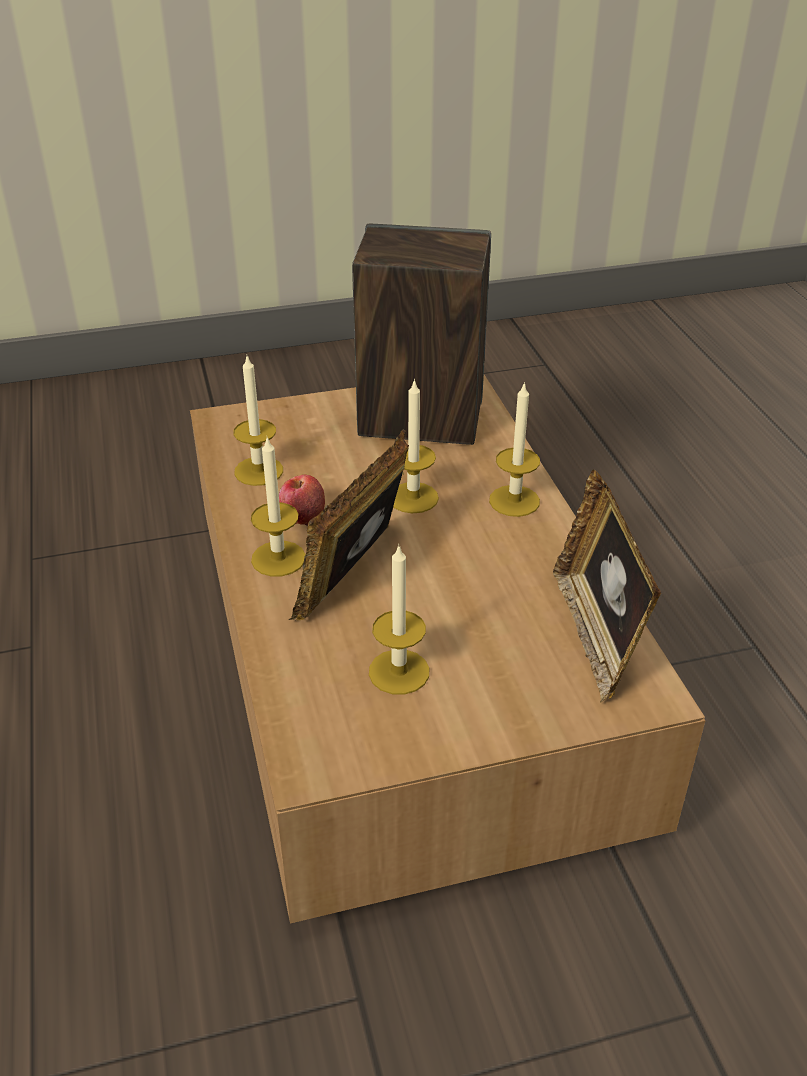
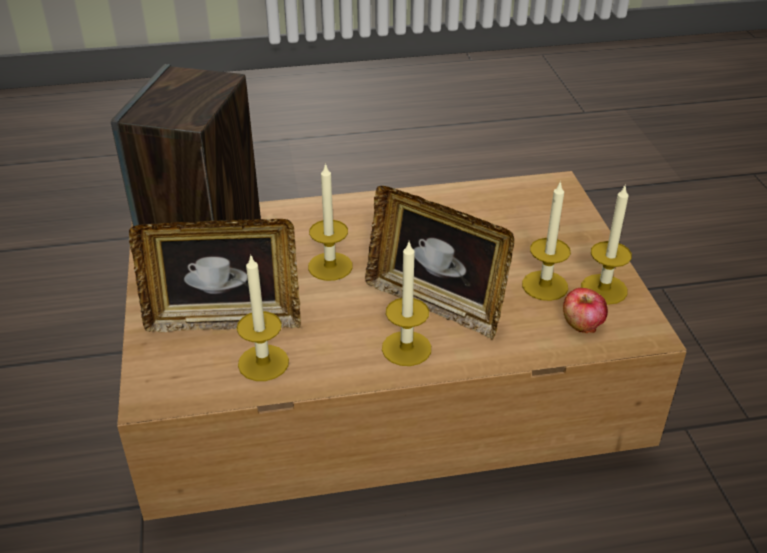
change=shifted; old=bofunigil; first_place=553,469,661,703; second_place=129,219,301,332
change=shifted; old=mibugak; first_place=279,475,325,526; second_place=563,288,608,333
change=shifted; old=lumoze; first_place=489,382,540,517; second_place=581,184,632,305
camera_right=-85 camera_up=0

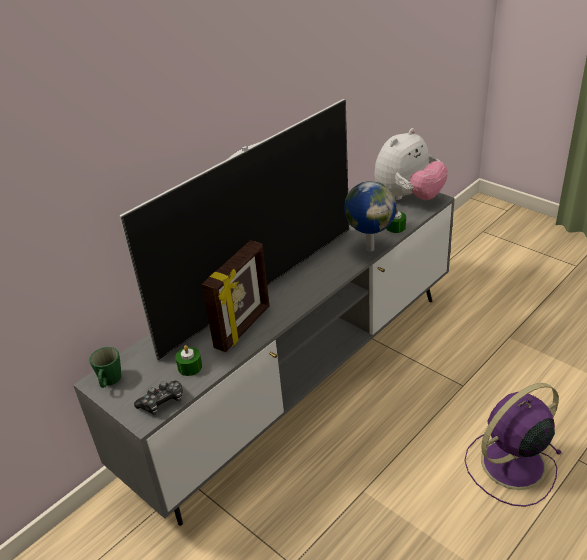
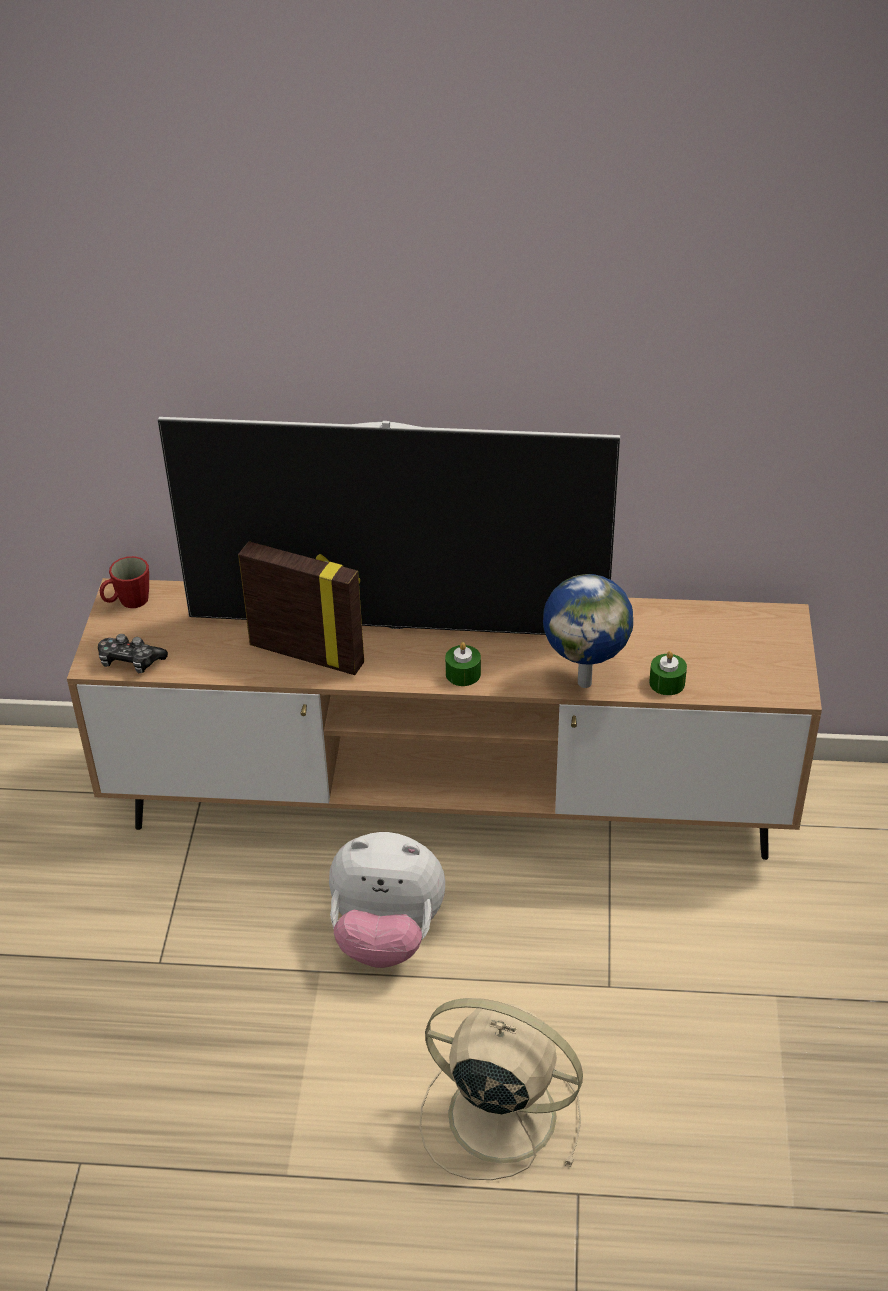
change=repainted; old=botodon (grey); new=botodon (brown); first_place=73,193,455,526; second_place=67,578,822,860
change=repainted; old=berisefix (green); new=berisefix (red); first_place=89,347,121,388; second_place=100,556,149,608
change=rotated; old=bofunigil; first_place=202,240,270,352; second_place=238,542,364,675; degrees=-150
change=shifted; old=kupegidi; first_place=374,128,448,200; second_place=329,832,445,968
change=repainted; old=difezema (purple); new=difezema (beige); first_place=464,383,563,507; second_place=419,998,583,1180
change=shifted; old=lumoze (green); first_place=175,345,202,376; second_place=445,642,481,686
camera_right=50 camera_up=5

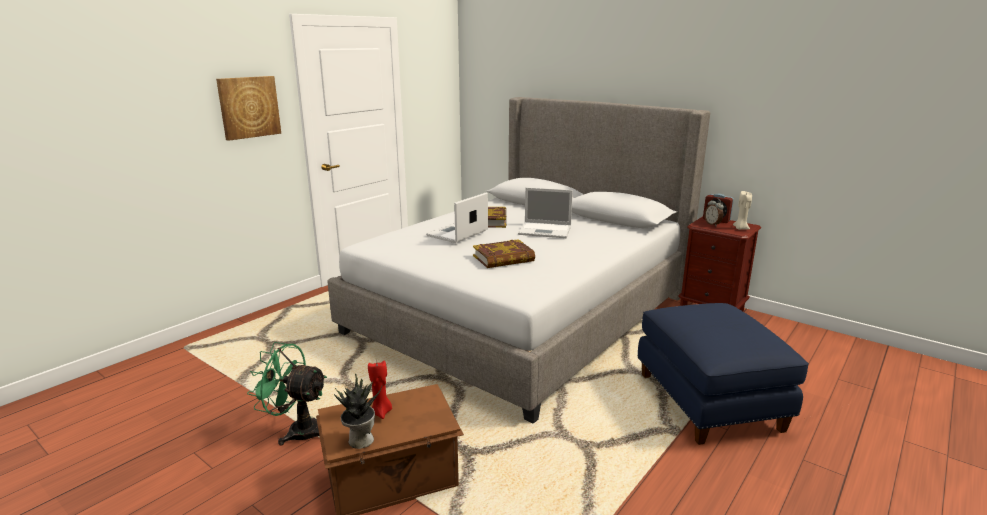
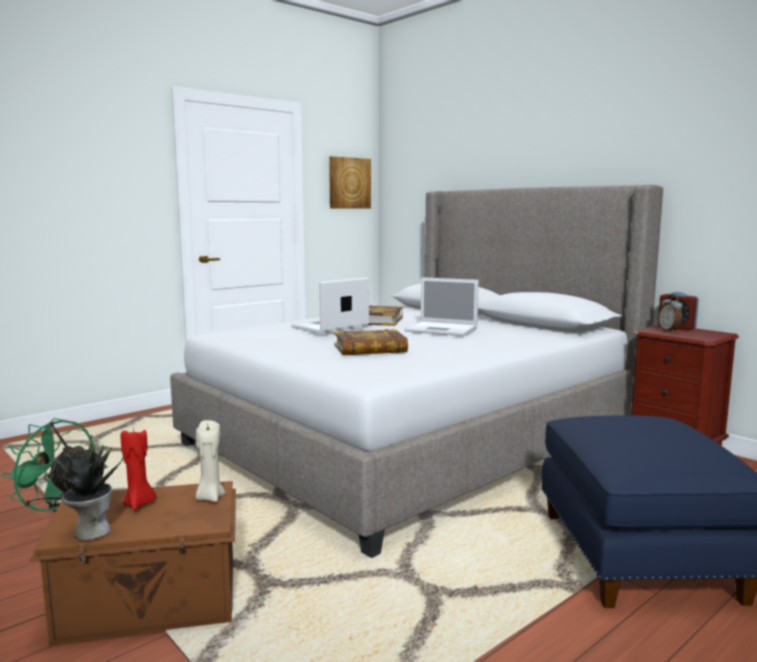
change=shifted; old=lumoze (beige); first_place=733,191,752,230; second_place=196,420,225,502
change=shifted; old=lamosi; first_place=216,76,281,141; second_place=329,156,371,208
camera_right=10 camera_up=-10

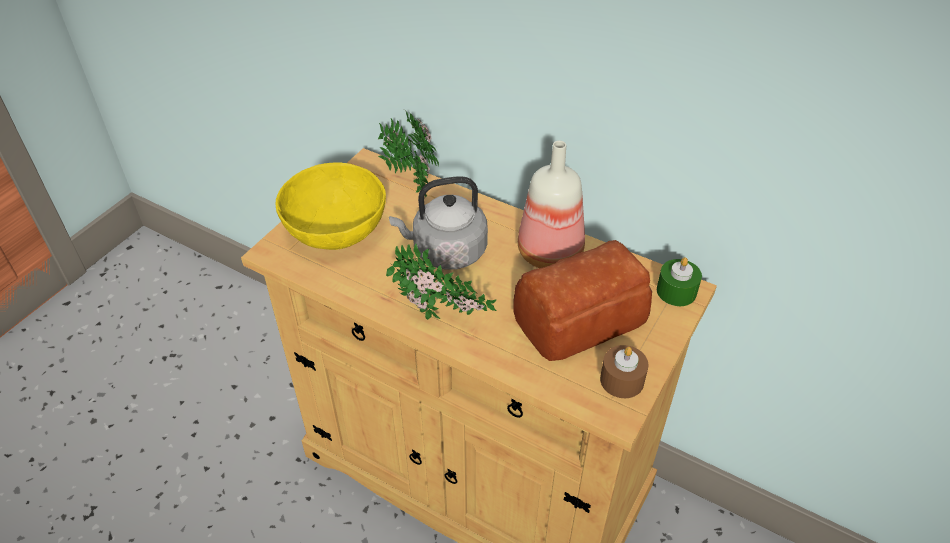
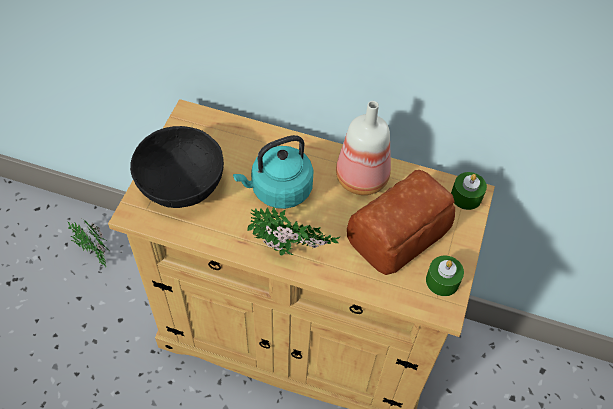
change=shifted; old=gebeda; first_place=378,110,439,197; second_place=67,218,110,267
change=repainted; old=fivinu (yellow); new=fivinu (black); first_place=275,162,386,250; second_place=130,126,224,208
change=repainted; old=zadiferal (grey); new=zadiferal (turquoise); first_place=389,176,488,270; second_place=233,135,314,209
change=repainted; old=lumoze (brown); new=lumoze (green); first_place=600,345,649,398; second_place=426,256,464,296
camera_right=-15 camera_up=10

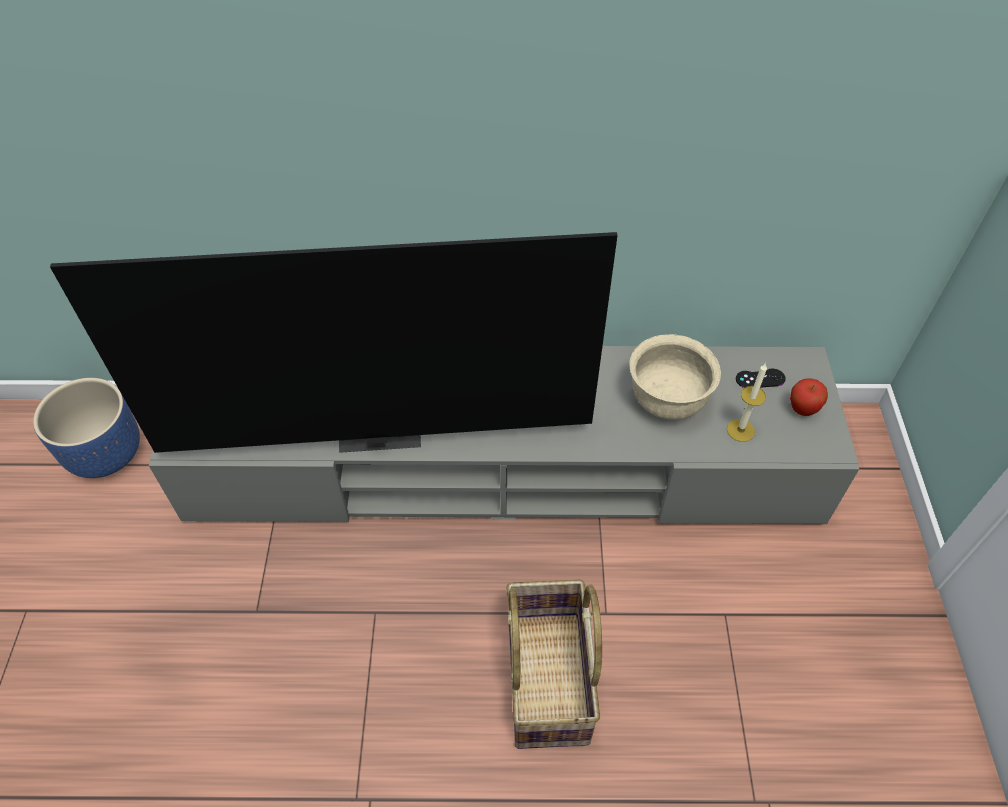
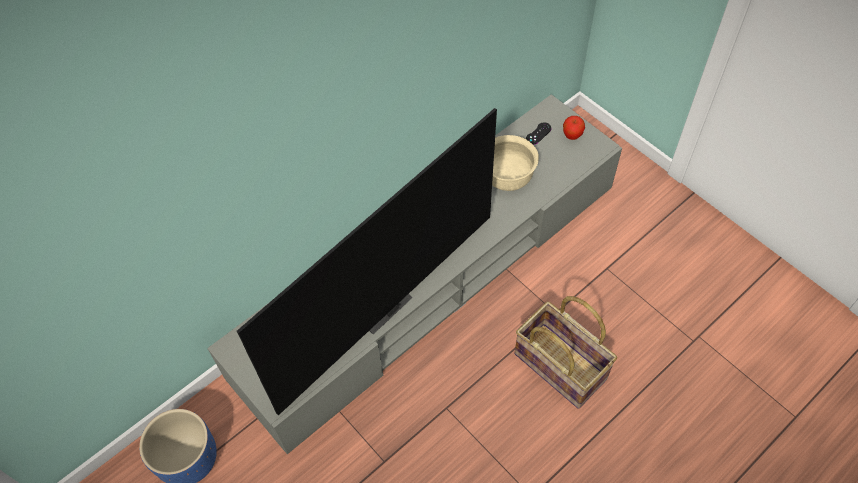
change=gone; old=lumoze; first_place=727,363,767,442
camera_right=-40 camera_up=5

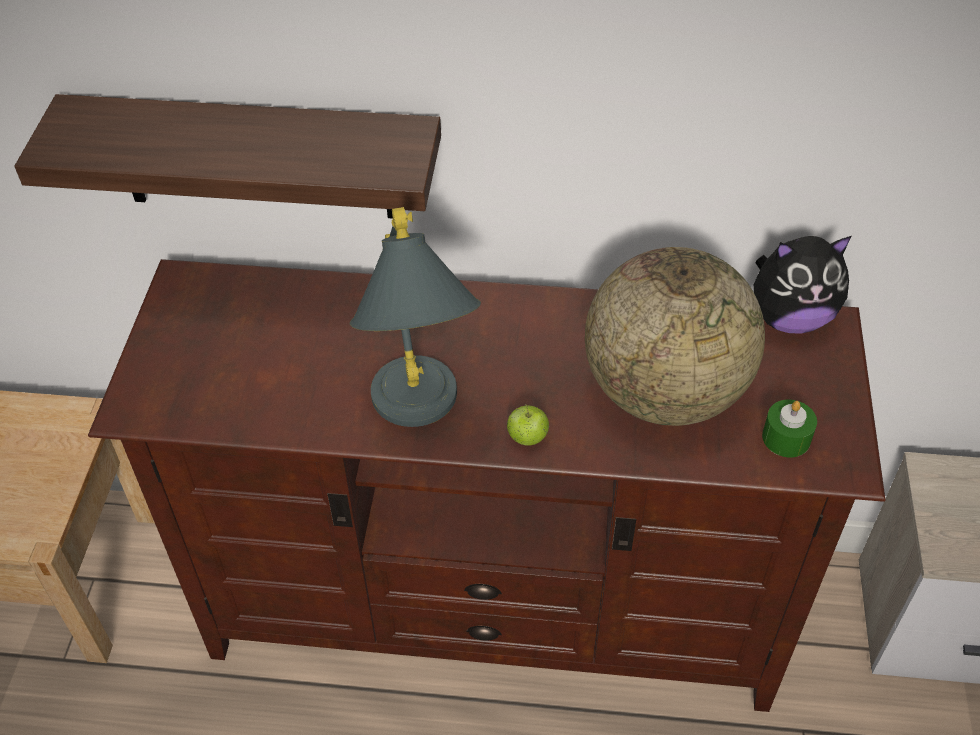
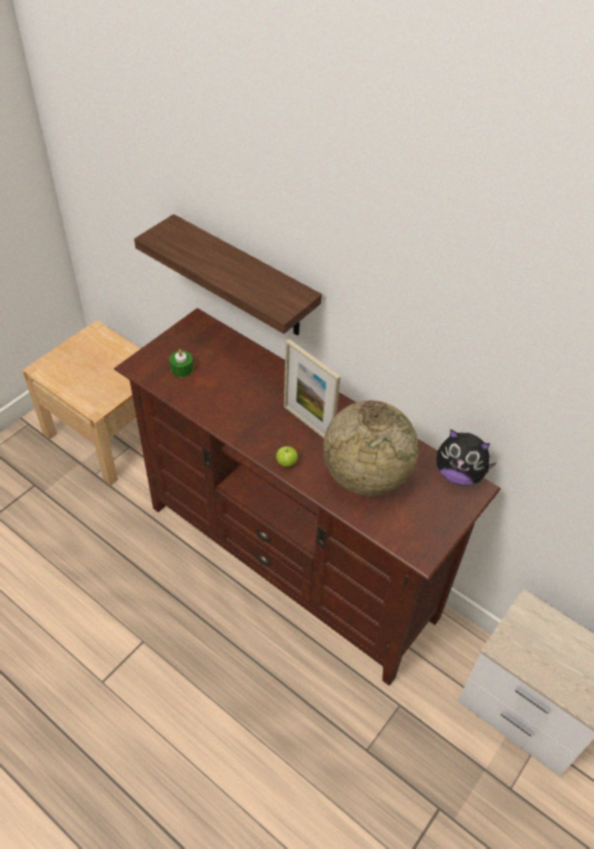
change=shifted; old=lumoze (green); first_place=762,400,817,457; second_place=169,349,193,377
change=new; new=bofunigil; second_place=284,339,341,438
change=gone; old=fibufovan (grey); first_place=350,207,481,427
camera_right=30 camera_up=0

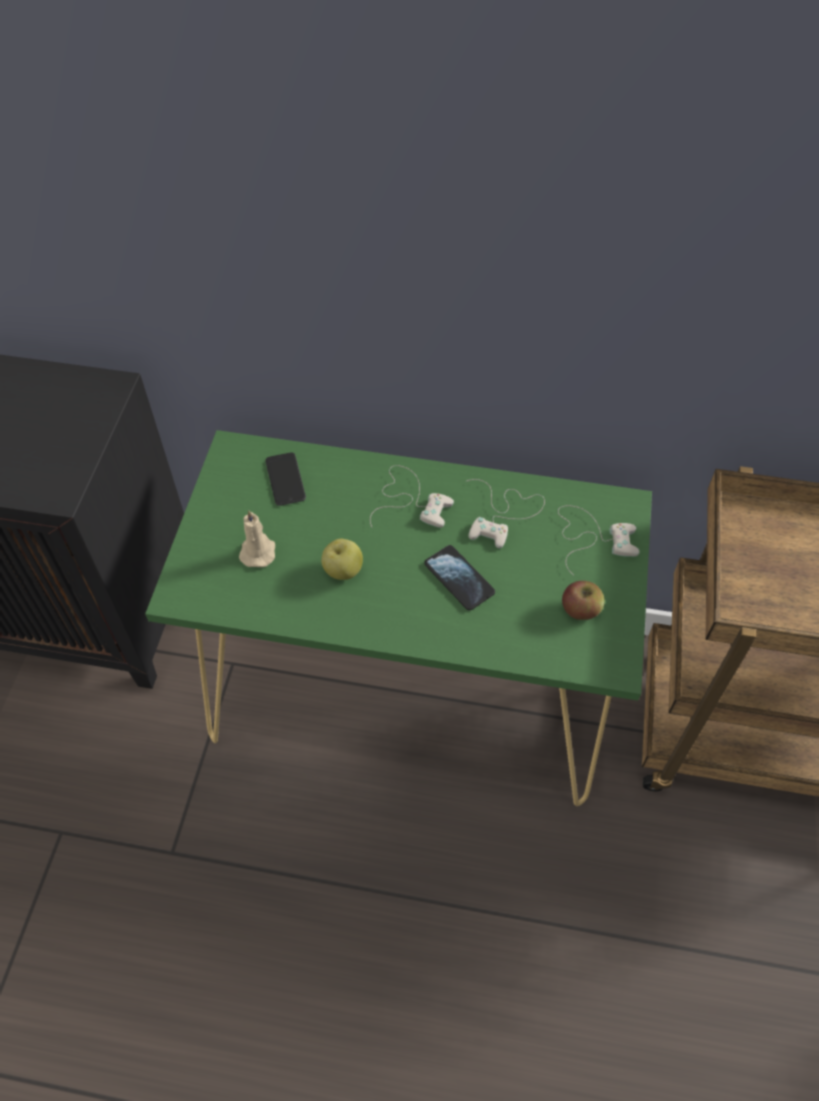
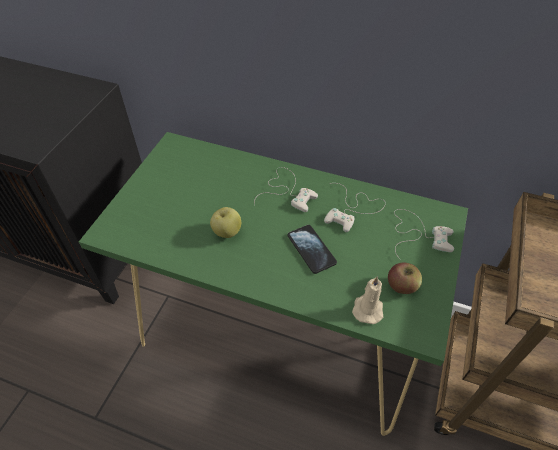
change=shifted; old=lumoze (beige); first_place=239,510,275,567; second_place=352,276,383,324
change=gone; old=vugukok; first_place=266,453,306,506
camera_right=10 camera_up=-5

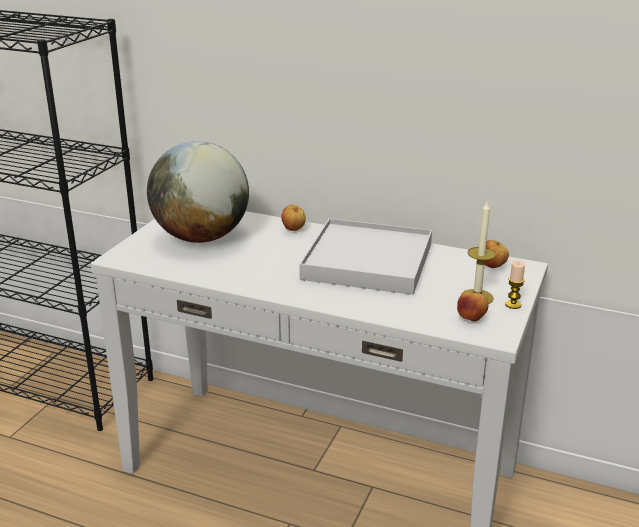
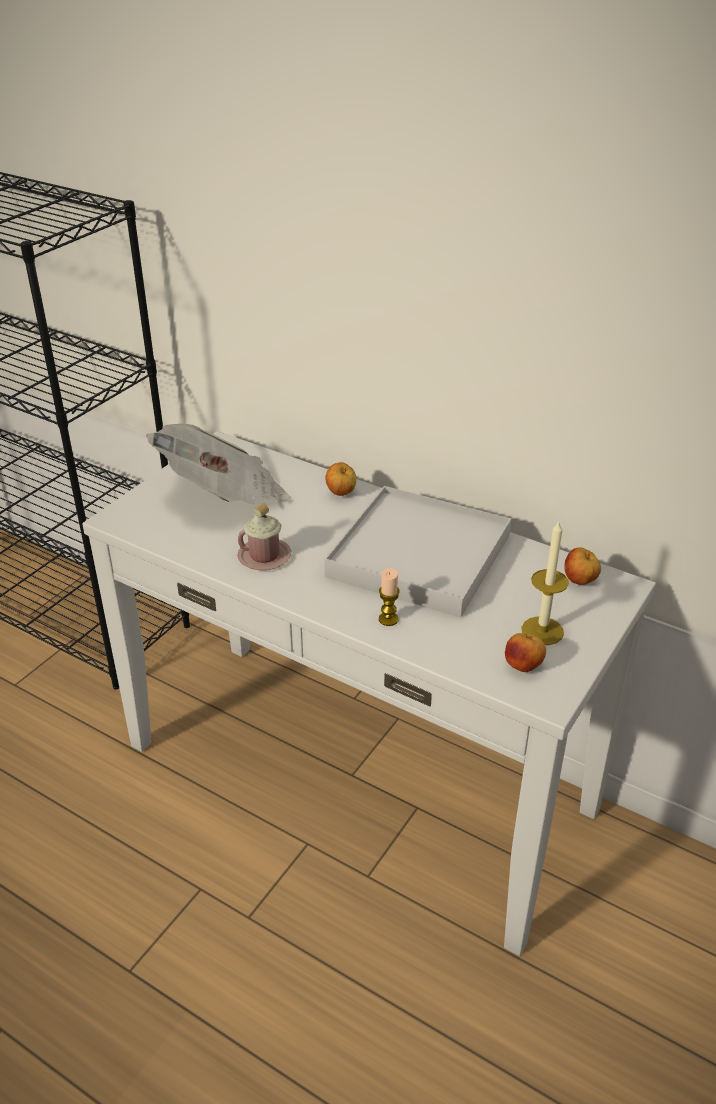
change=swapped; old=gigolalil; new=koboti; first_place=147,141,249,243; second_place=146,424,291,504
change=new; new=berisefix (pink); second_place=238,503,291,570
change=shifted; old=lumoze; first_place=505,260,525,309; second_place=379,568,400,626
camera_right=10 camera_up=10

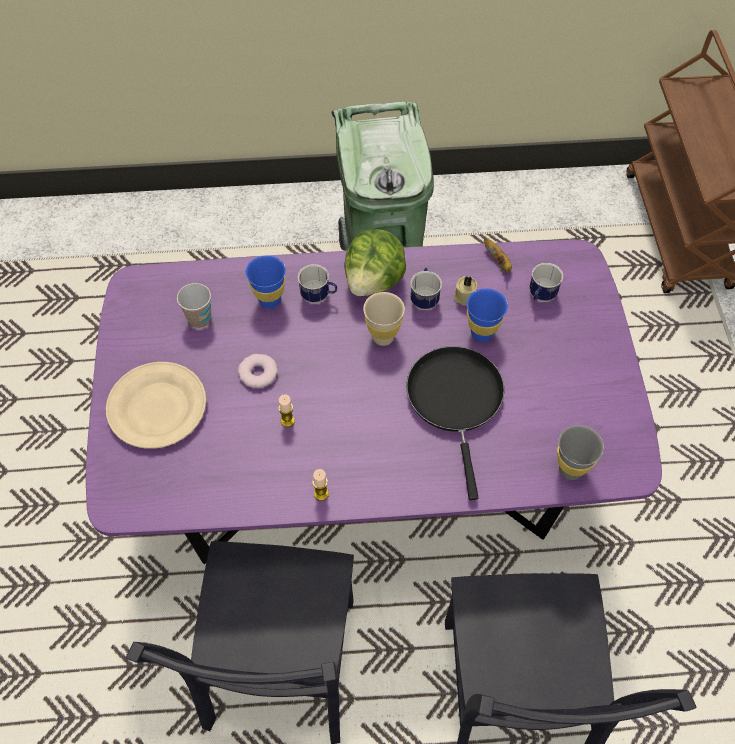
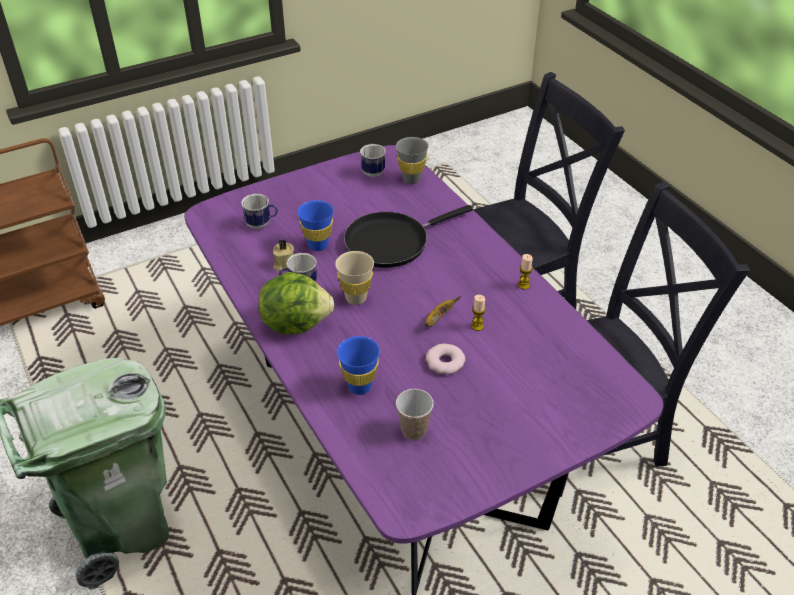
change=shifted; old=berisefix; first_place=298,264,337,304; second_place=360,143,386,177
change=shifted; old=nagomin; first_place=484,238,512,273; second_place=425,296,461,327
change=gone; old=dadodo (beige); first_place=106,362,207,449
camera_right=-115 camera_up=-15

